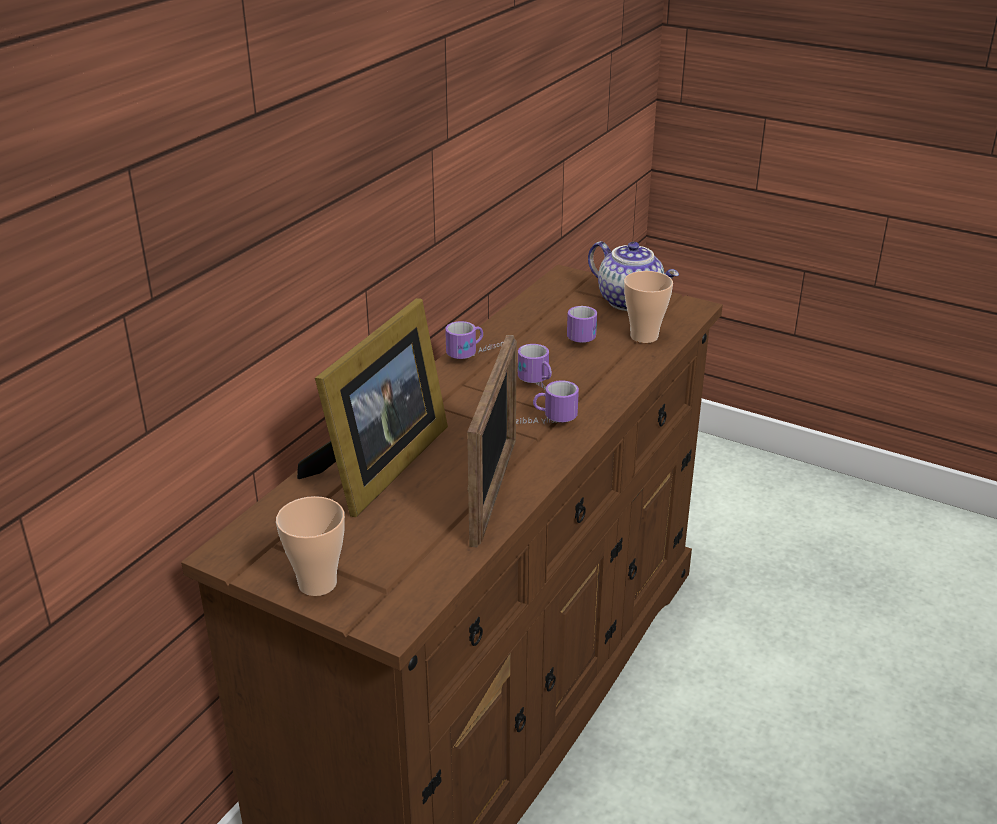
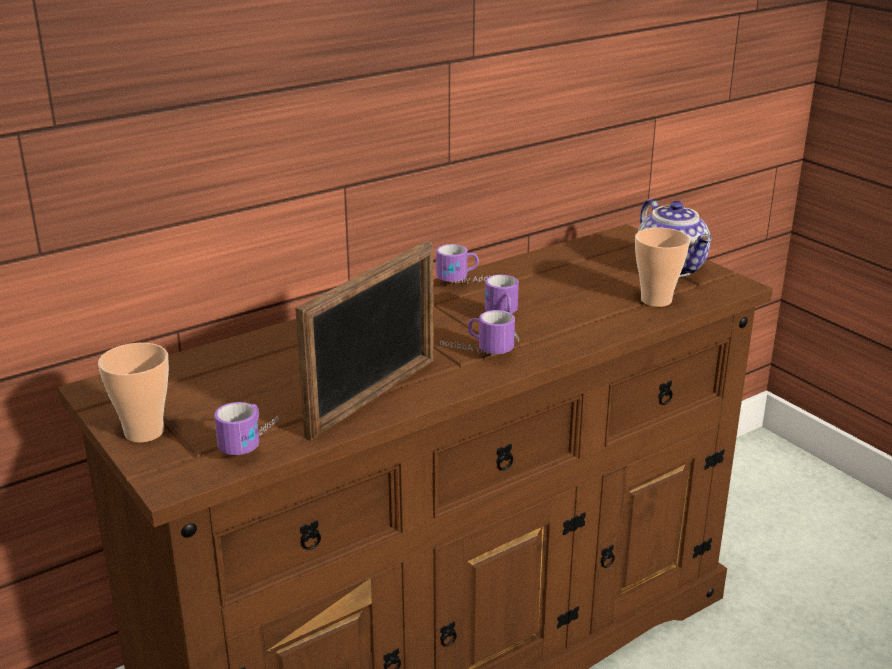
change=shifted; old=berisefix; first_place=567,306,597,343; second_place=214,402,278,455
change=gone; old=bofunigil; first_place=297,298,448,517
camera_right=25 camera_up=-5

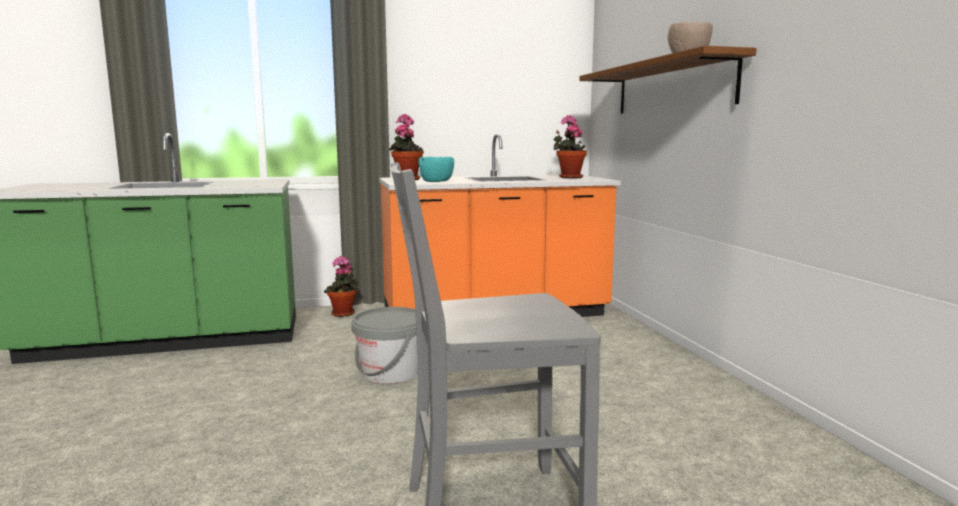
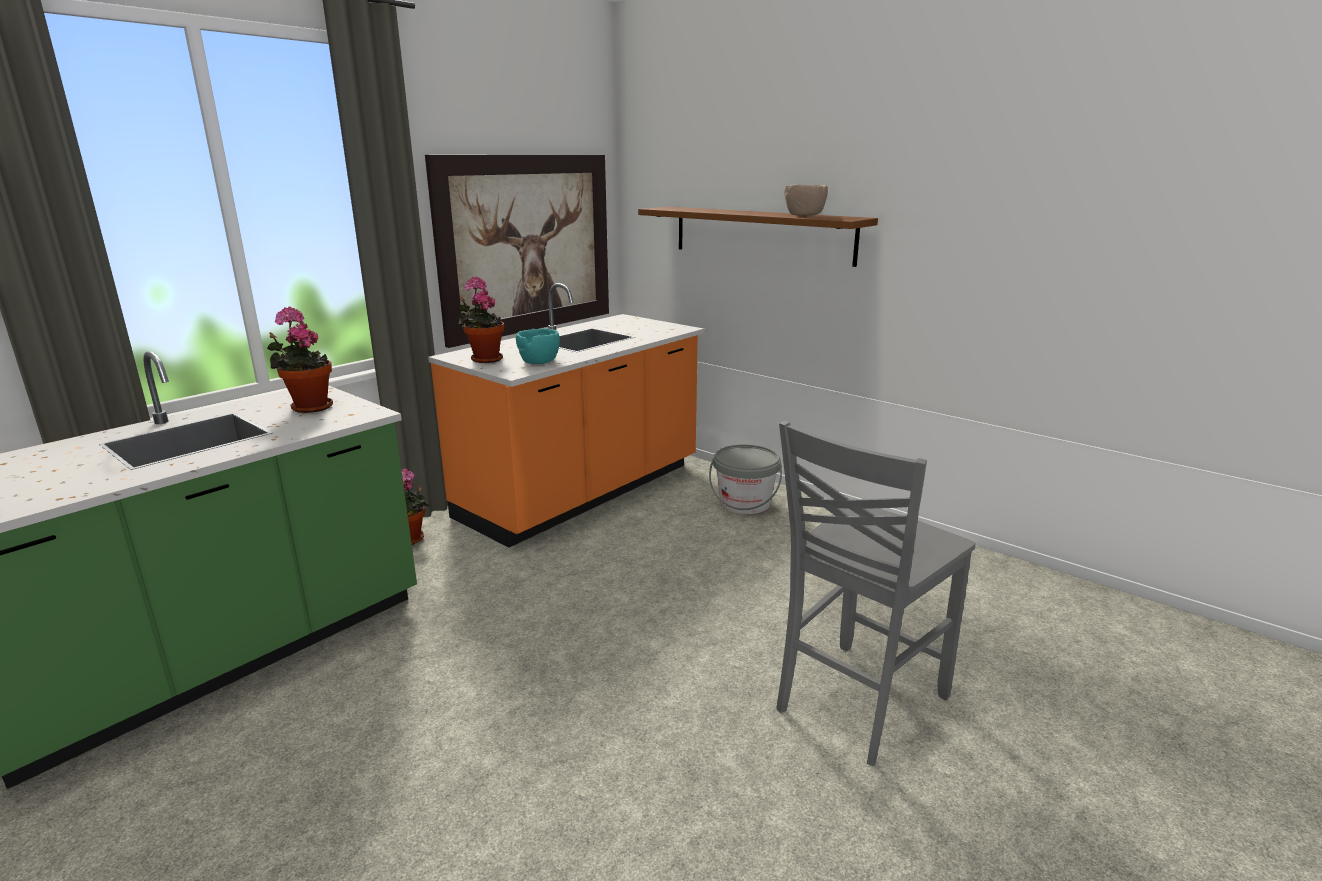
change=shifted; old=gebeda; first_place=553,115,587,178; second_place=267,307,333,413
change=new; new=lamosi; second_place=425,155,609,348
change=shifted; old=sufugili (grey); first_place=351,307,418,384; second_place=709,444,782,514
camera_right=-35 camera_up=10

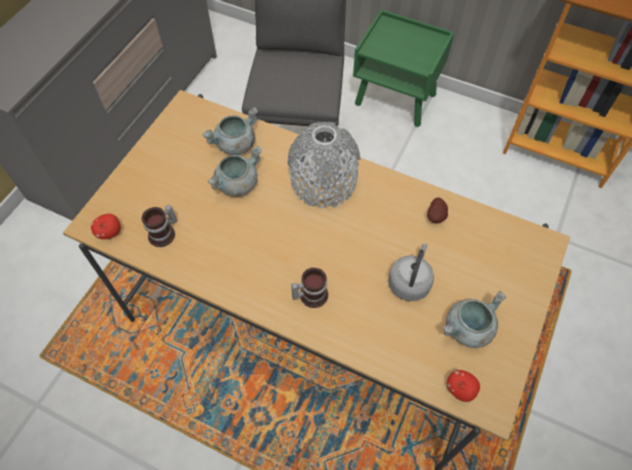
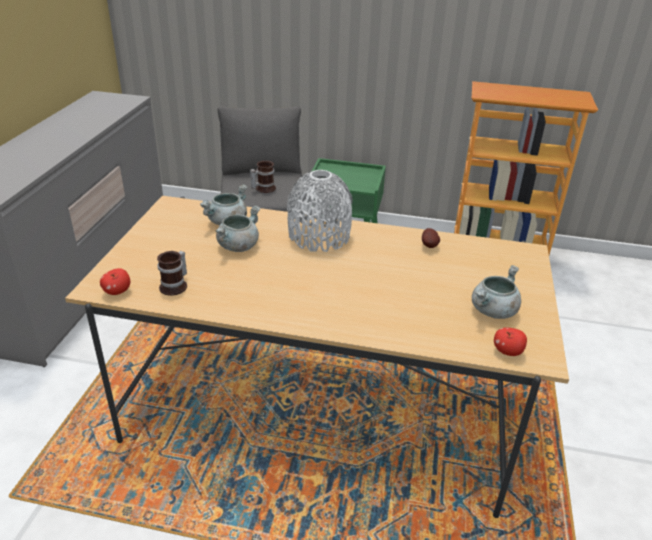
change=shifted; old=berisefix; first_place=291,268,328,308; second_place=250,161,276,193
change=gone; old=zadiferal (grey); first_place=388,243,434,301
camera_right=-15 camera_up=-25

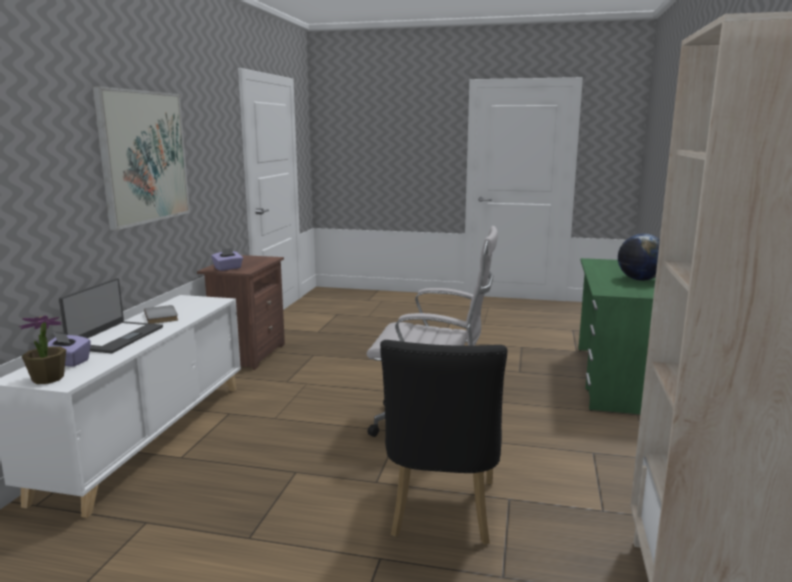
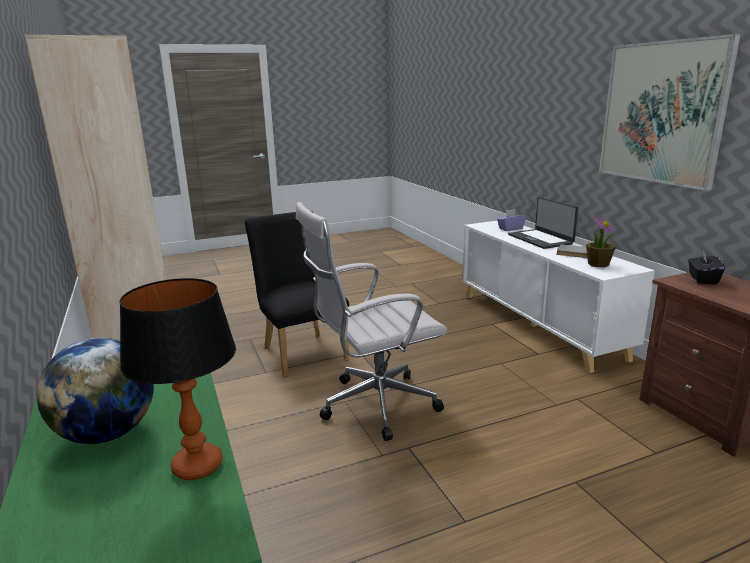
change=new; new=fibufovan; second_place=119,278,236,480
change=shifted; old=gebeda; first_place=19,316,66,384; second_place=586,215,616,267
change=repainted; old=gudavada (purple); new=gudavada (black); first_place=211,248,243,271; second_place=688,250,725,284
camera_right=145 camera_up=5

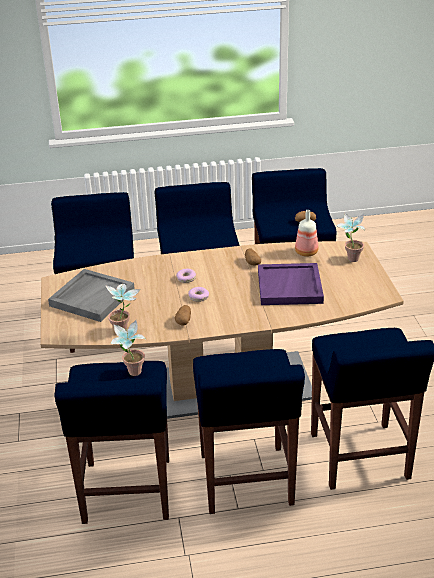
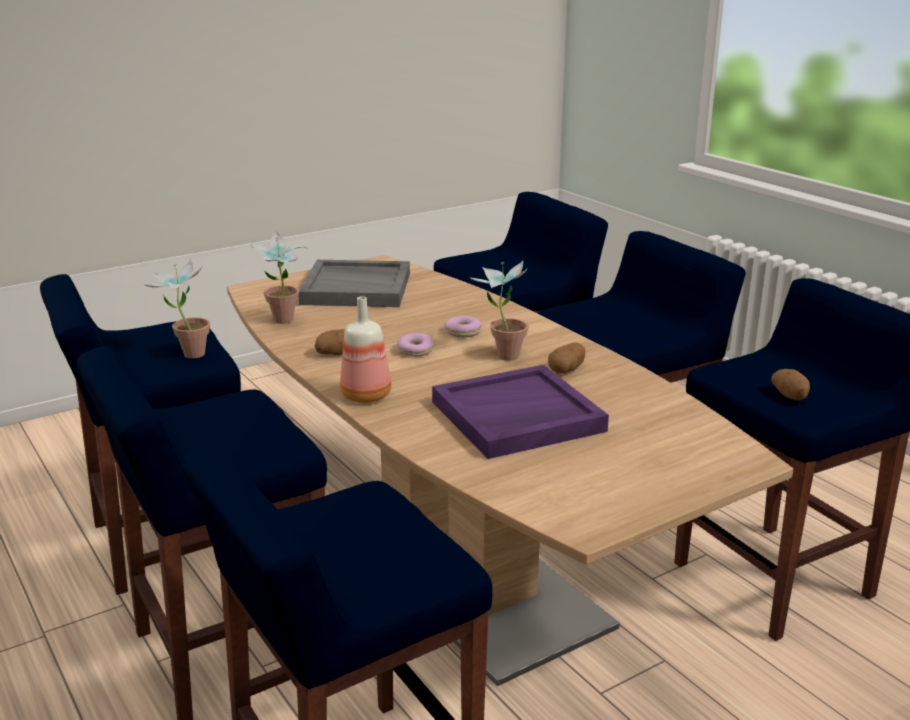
change=shifted; old=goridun; first_place=295,210,318,257; second_place=340,296,391,403
change=shifted; old=gebeda; first_place=336,213,365,262; second_place=469,261,529,361
camera_right=65 camera_up=-10

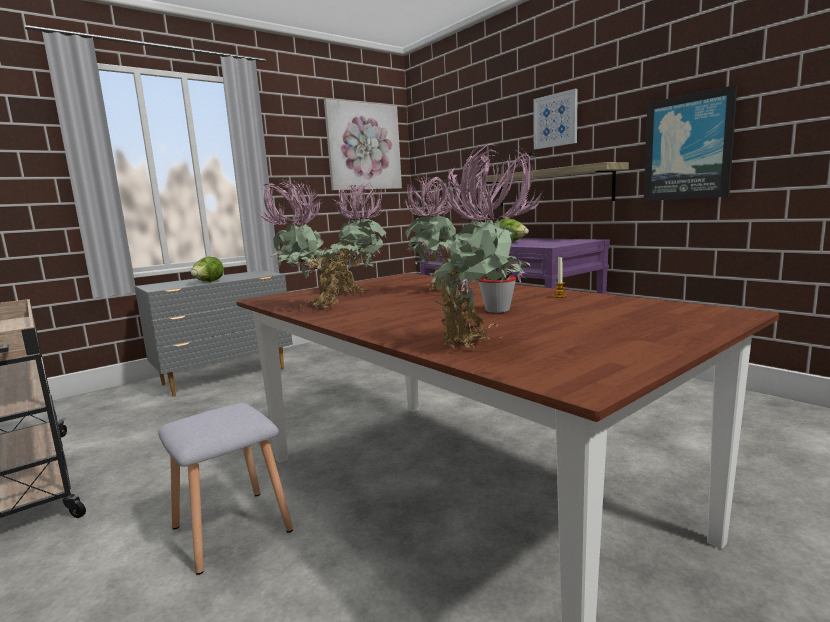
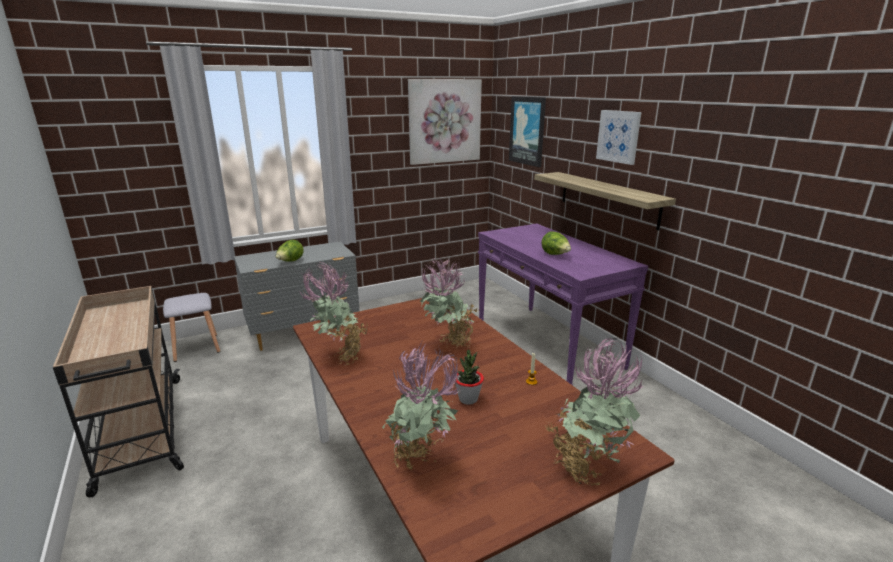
change=shifted; old=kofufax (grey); first_place=158,403,293,575; second_place=163,293,220,362
change=shifted; old=lamosi; first_place=644,85,737,201; second_place=509,96,546,167
change=shifted; old=gebeda; first_place=322,179,386,295; second_place=545,338,644,486
camera_right=10 camera_up=10

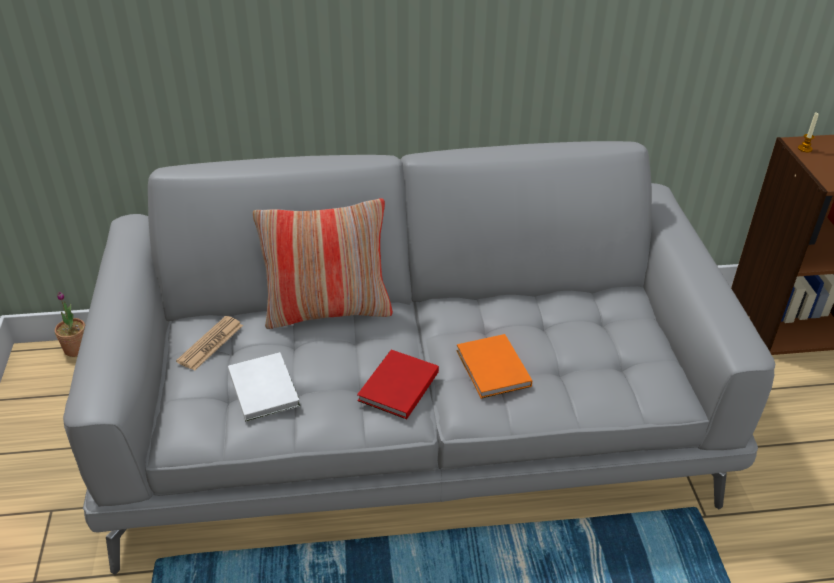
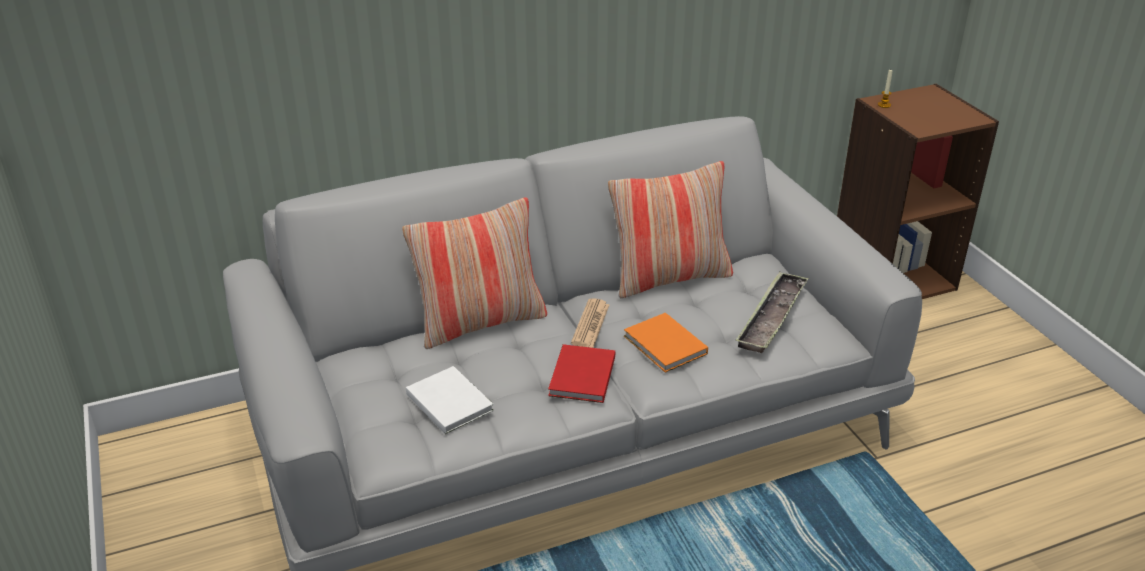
change=shifted; old=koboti; first_place=176,316,243,371; second_place=571,299,609,348
change=new; new=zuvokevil; second_place=608,161,733,298
change=new; new=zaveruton; second_place=735,271,809,353
change=gone; old=gebeda; first_place=55,291,85,357
camera_right=-15 camera_up=-5

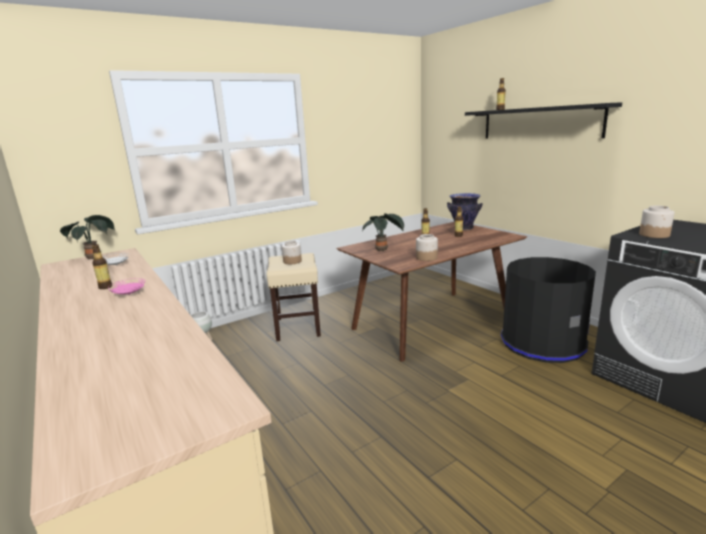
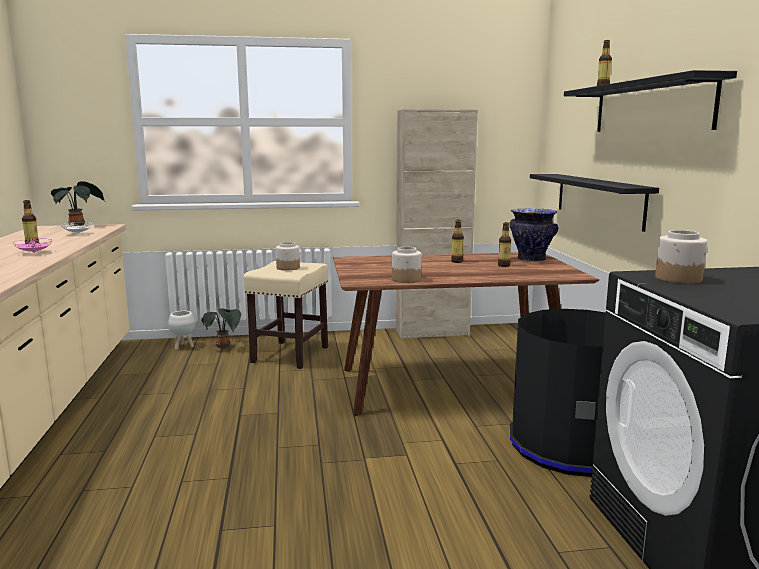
change=shifted; old=gebeda; first_place=362,213,404,251; second_place=201,308,241,348
change=new; new=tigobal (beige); second_place=396,109,478,339
change=new; new=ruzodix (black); second_place=530,174,659,232
camera_right=25 camera_up=-5

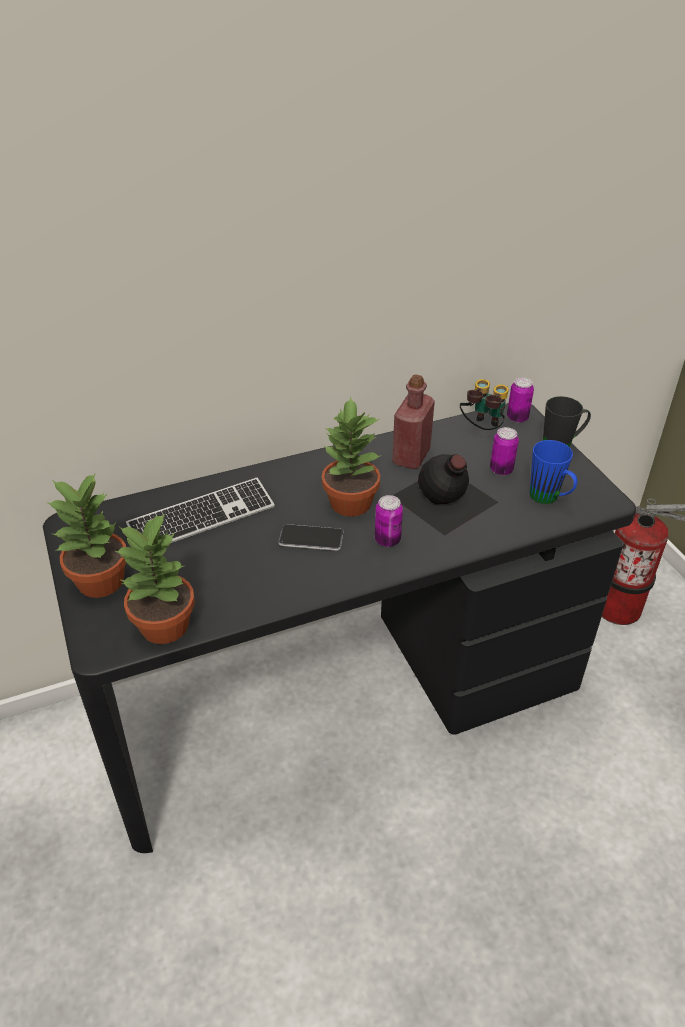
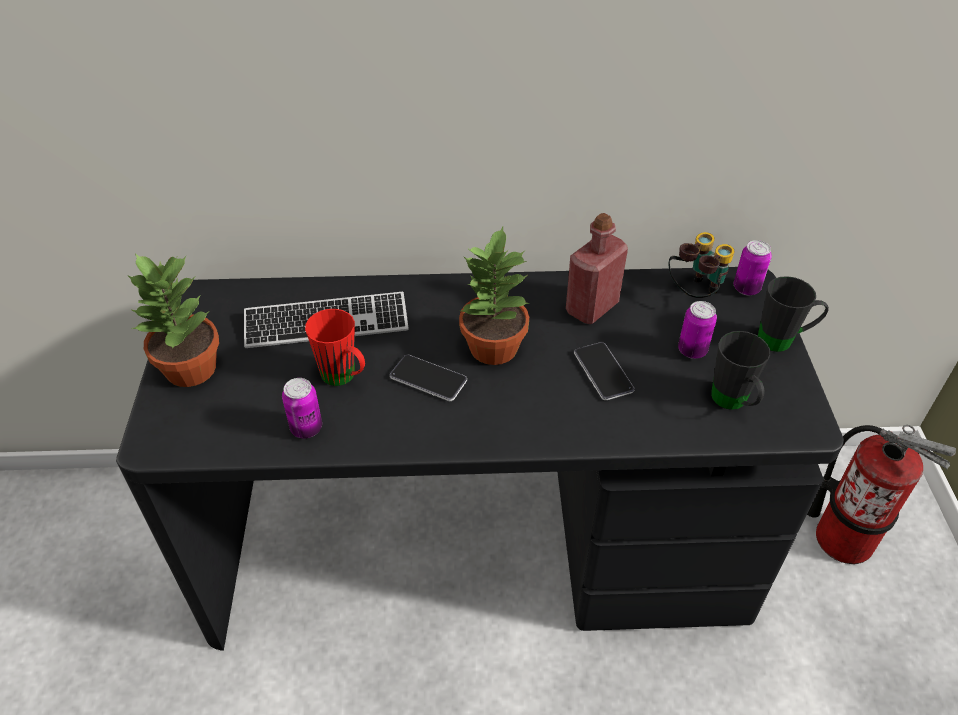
change=shifted; old=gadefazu; first_place=375,495,403,547; second_place=282,378,322,438
change=new; new=berisefix (red); second_place=305,309,365,386
change=swapped; old=goridun (black); new=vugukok; first_place=392,454,498,536; second_place=574,342,635,400
change=repainted; old=berisefix (blue); new=berisefix (black); first_place=530,440,578,504; second_place=711,331,770,410
change=gone; old=gebeda; first_place=115,513,195,644
camera_right=20 camera_up=5

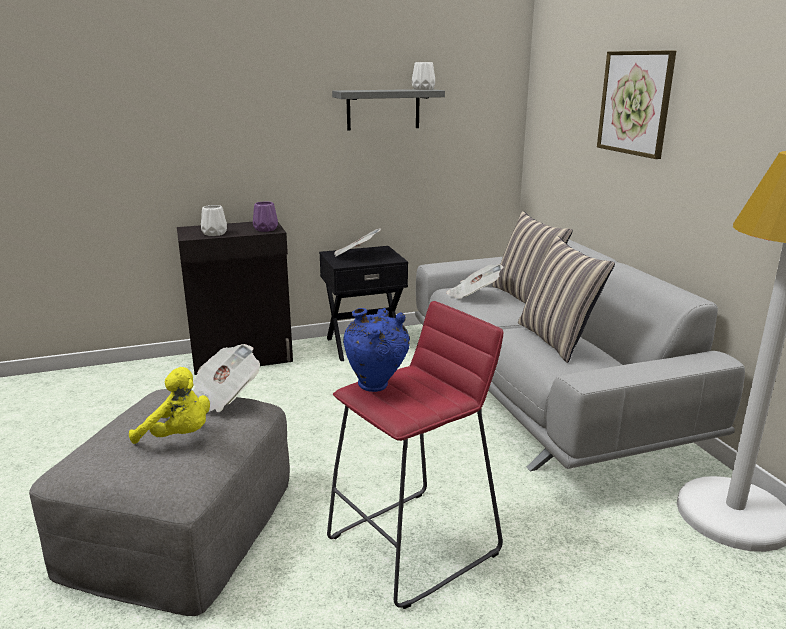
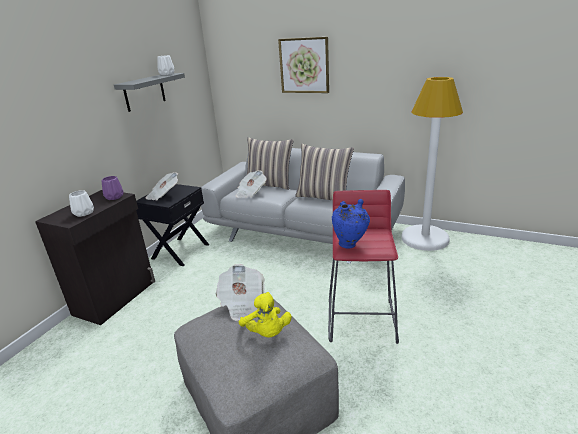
change=rotated; old=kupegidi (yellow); first_place=129,367,210,444; second_place=239,292,292,338; degrees=90
camera_right=-45 camera_up=5

